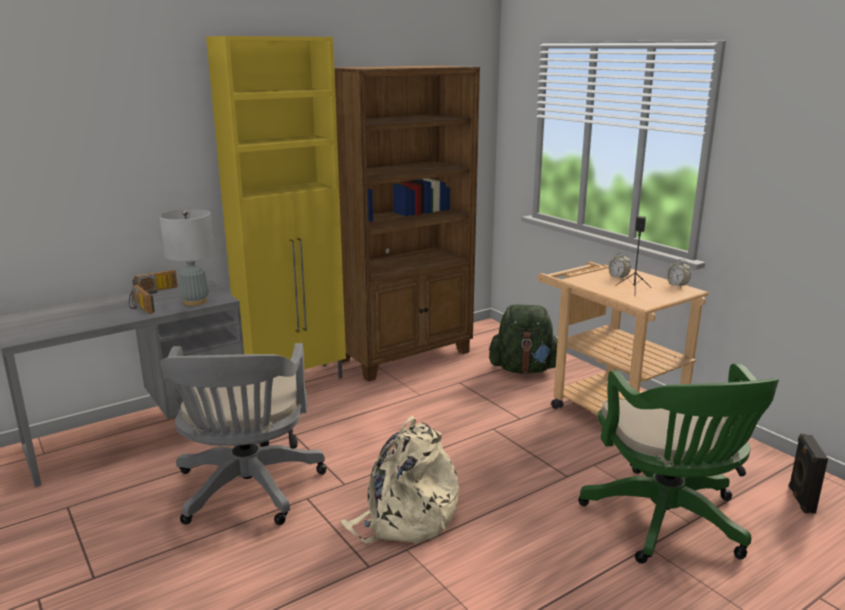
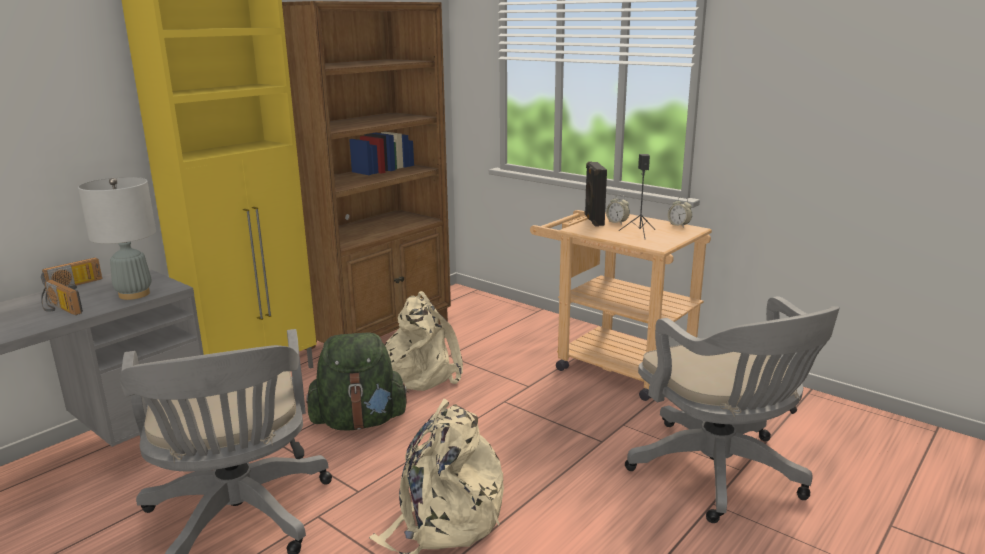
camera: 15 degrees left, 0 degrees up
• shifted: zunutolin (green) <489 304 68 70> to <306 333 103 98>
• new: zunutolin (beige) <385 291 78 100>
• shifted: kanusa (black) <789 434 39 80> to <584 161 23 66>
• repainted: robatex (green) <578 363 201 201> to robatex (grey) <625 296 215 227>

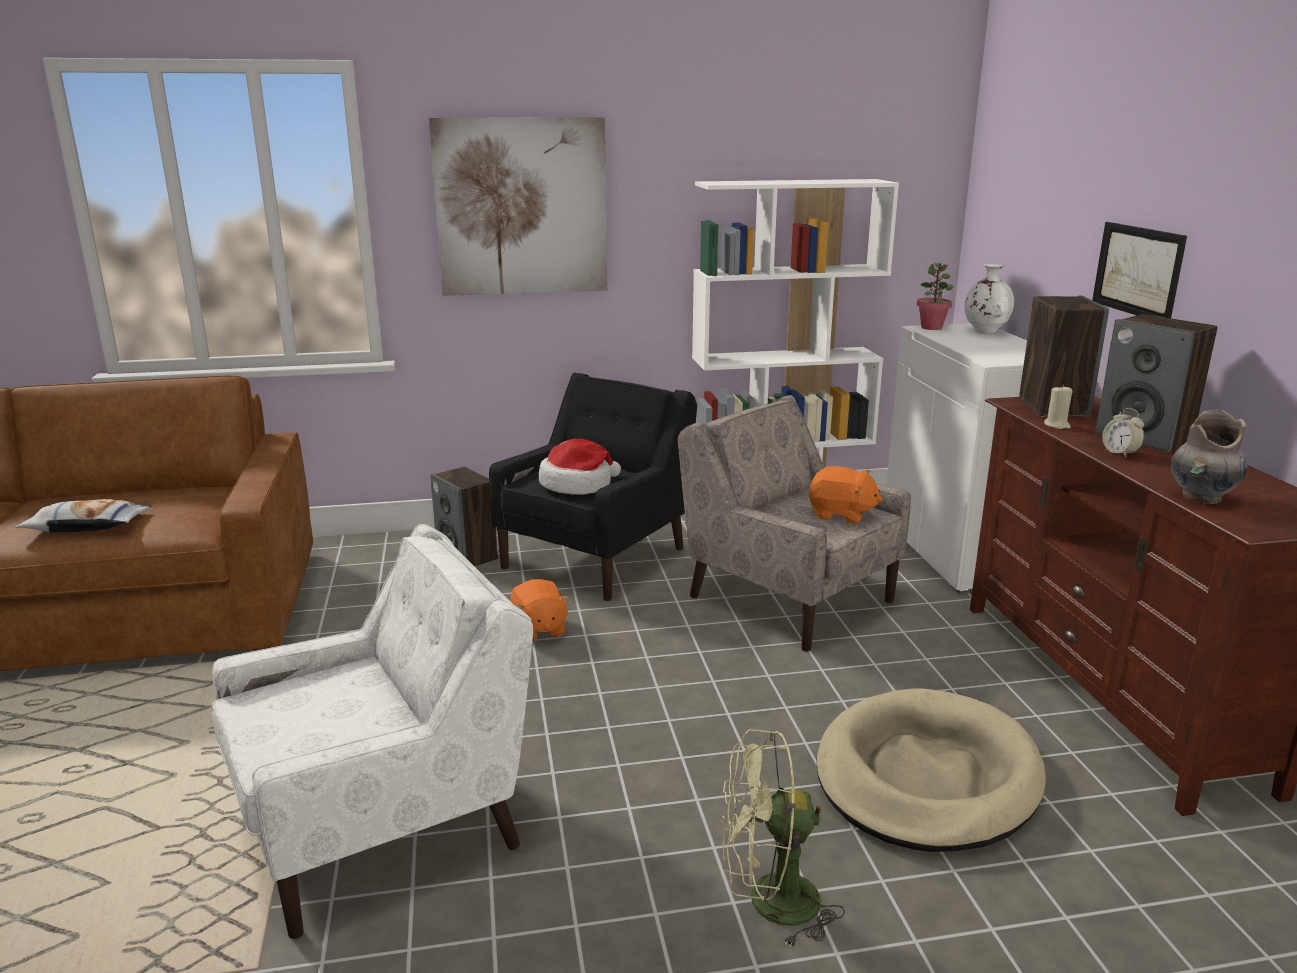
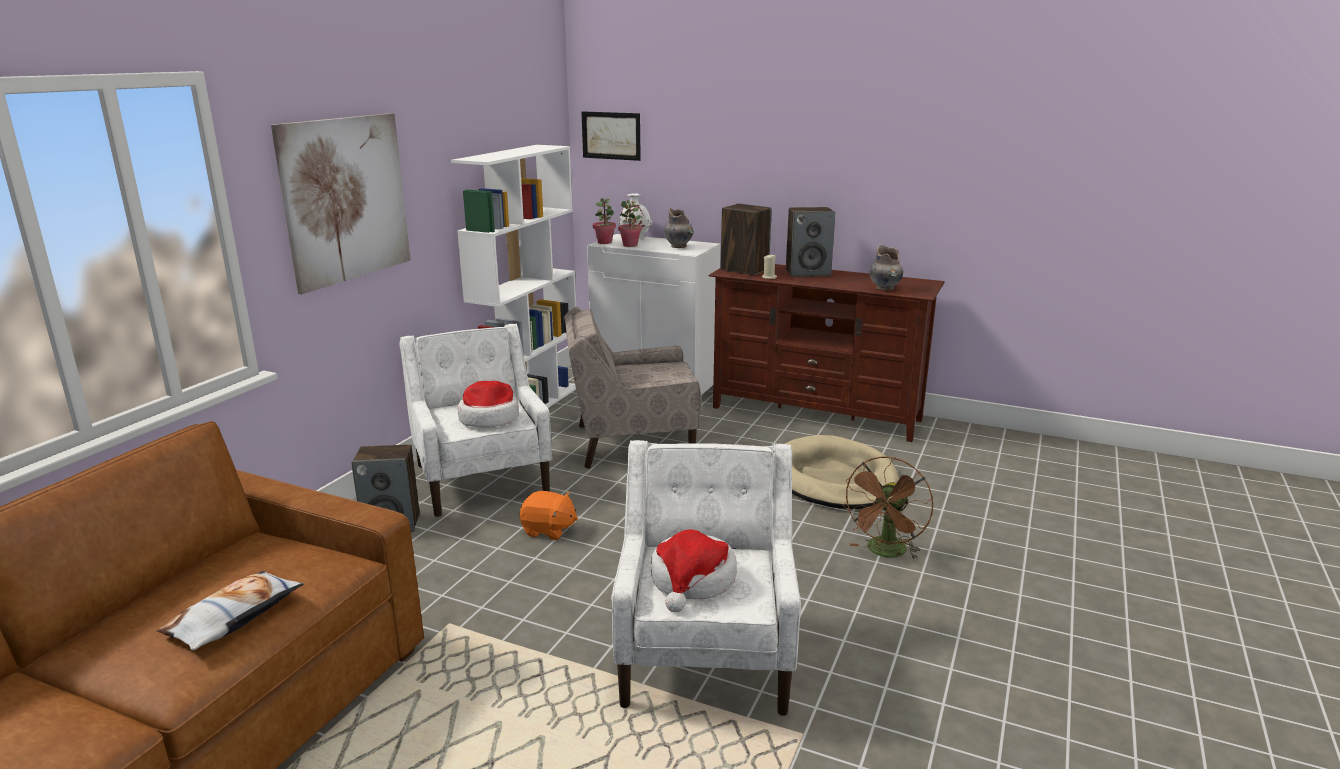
camera: 55 degrees left, 0 degrees up
• repainted: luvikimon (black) <489 372 208 229> to luvikimon (white) <400 324 152 193>
• shifted: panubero <1092 222 95 96> to <582 111 59 50>
• new: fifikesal <618 200 24 47>
• new: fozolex <651 529 86 84>
• new: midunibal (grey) <664 208 30 40>
• repainted: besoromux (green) <720 729 125 219> to besoromux (brown) <842 456 91 104>
• gone: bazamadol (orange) <809 466 74 58>
• gone: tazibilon <1102 408 42 50>

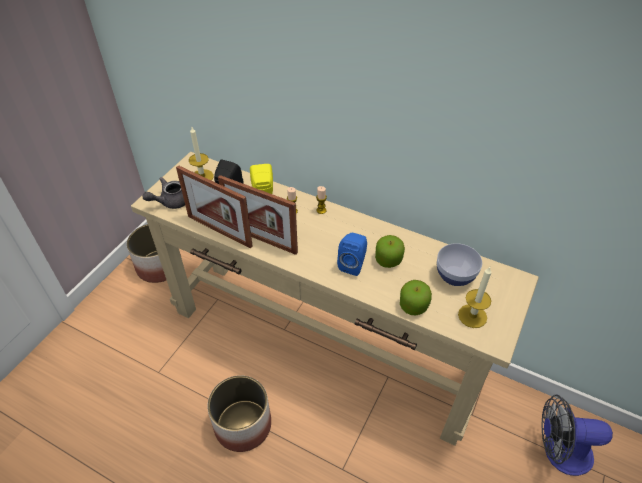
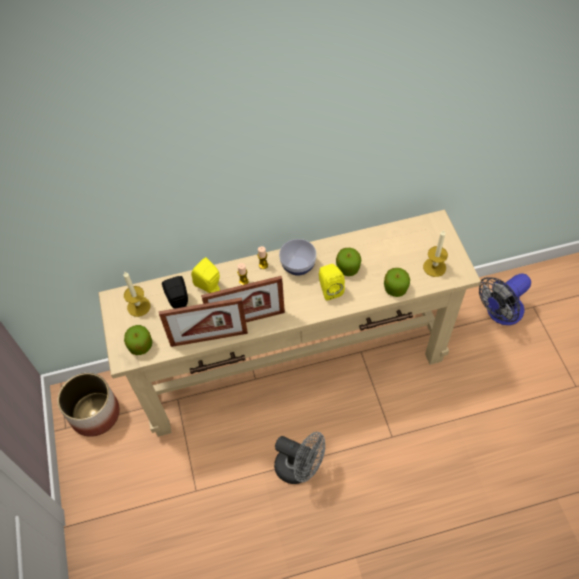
camera: 40 degrees left, 10 degrees up
• swapped: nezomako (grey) <143 177 42 32> to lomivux <124 325 28 30>
• swapped: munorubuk <207 375 64 77> to besoromux (grey) <274 432 51 52>
• shifted: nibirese <437 243 45 43> to <279 239 37 37>
• repainted: kanusa (blue) <337 233 30 43> to kanusa (yellow) <319 264 26 37>

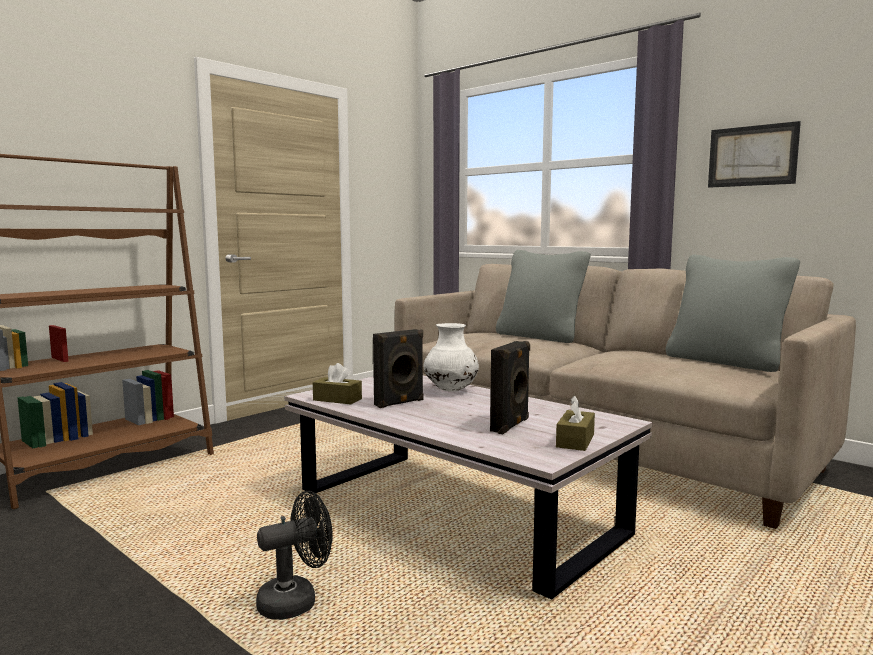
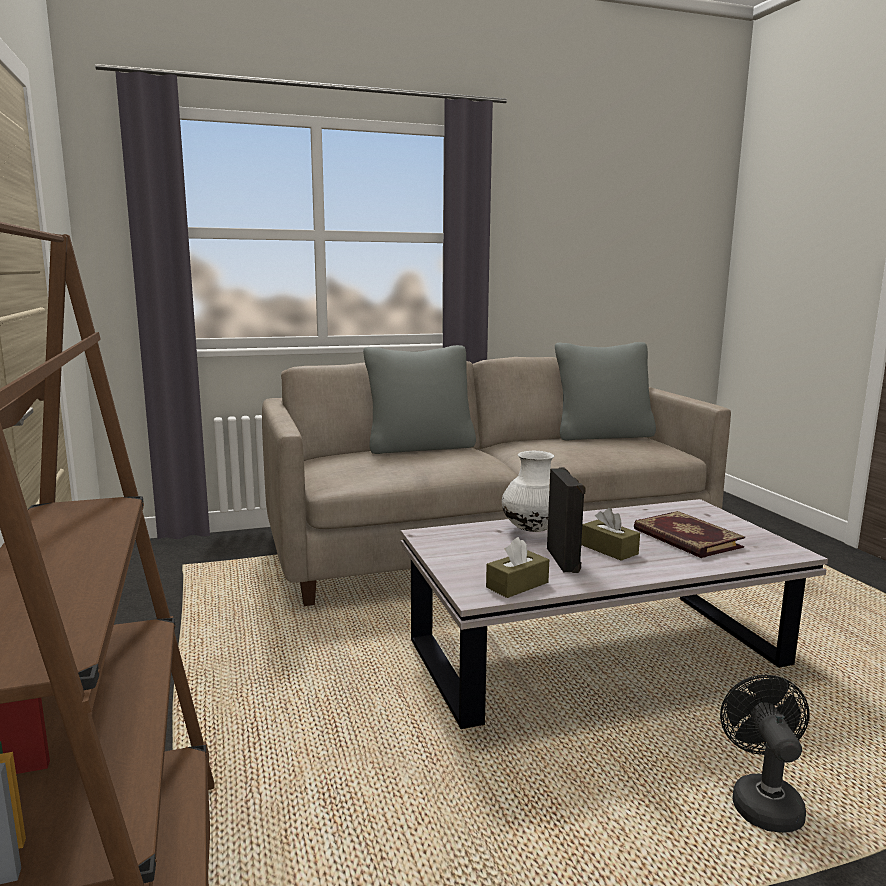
camera: 60 degrees left, 5 degrees up
• shifted: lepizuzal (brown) <556 395 39 56> to <581 508 59 53>
• swapped: kanusa (black) <490 341 40 93> to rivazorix <634 511 111 47>
• gone: panubero <708 121 93 67>

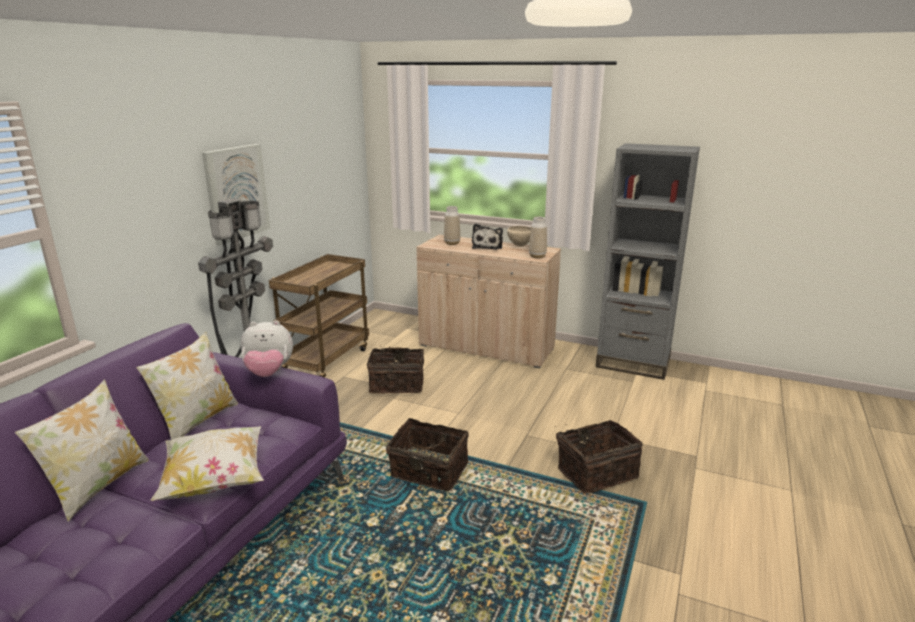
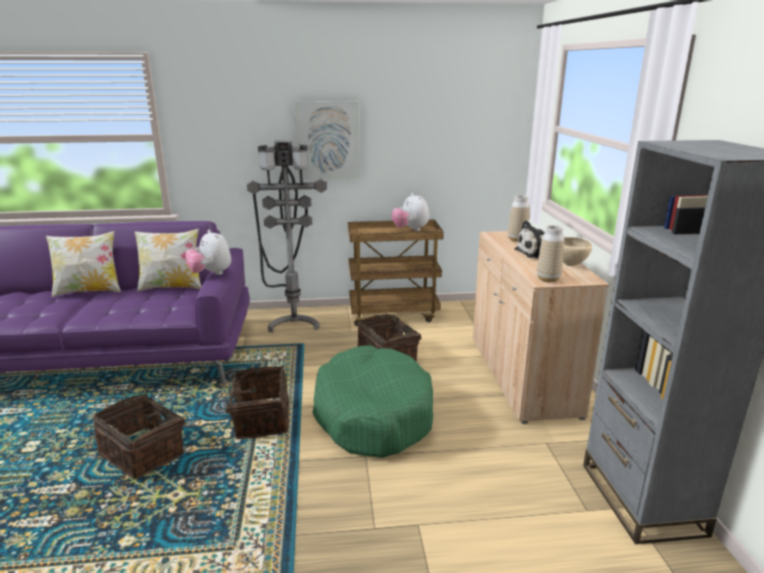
camera: 60 degrees right, 0 degrees up
• shifted: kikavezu <555 420 88 74> to <93 394 92 85>
• new: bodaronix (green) <312 346 121 112>
• new: bazamadol <392 193 37 38>
• gone: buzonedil <151 426 113 75>

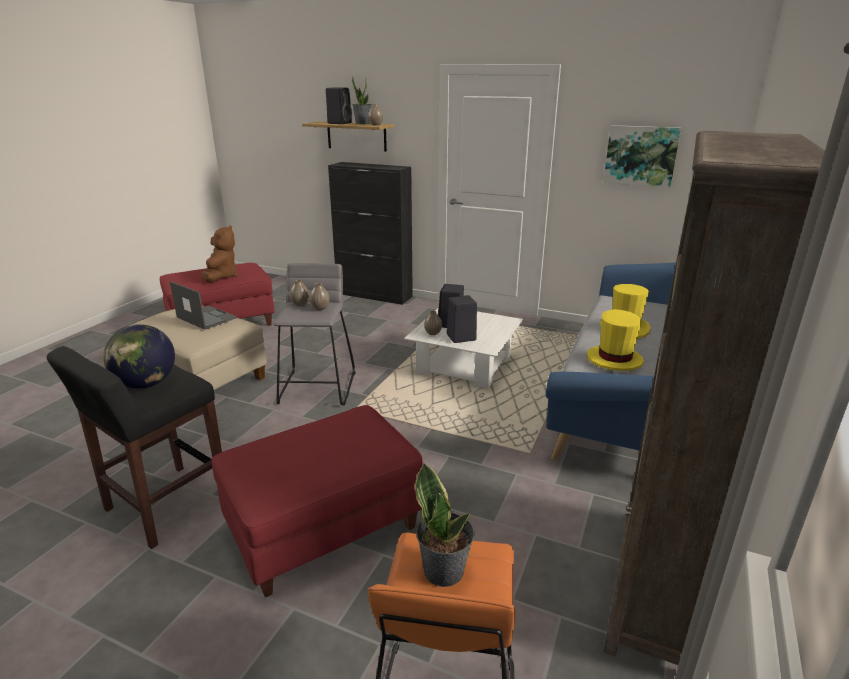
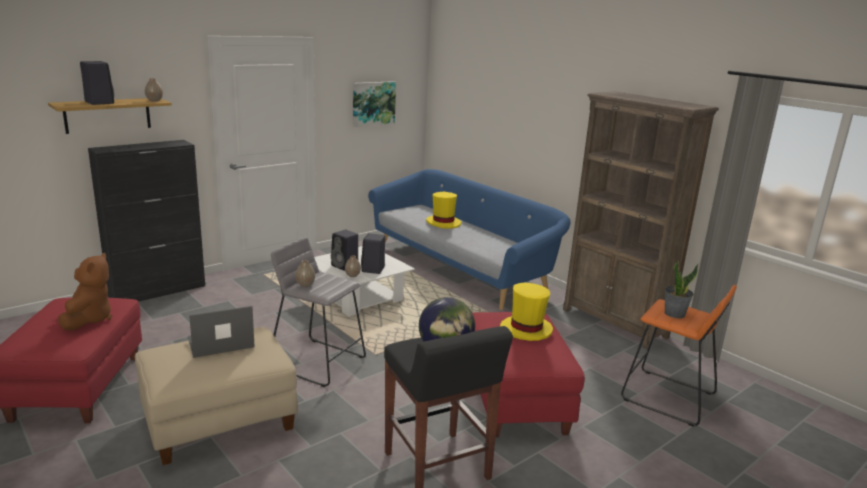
camera: 65 degrees left, 5 degrees down
• rotated: bazamadol (brown) <201 225 37 57> = <58 253 54 78> 60 degrees clockwise
• shifted: fozolex (yellow) <587 309 57 62> to <500 283 53 58>
• gone: midunibal <310 283 19 27>
• gone: fifikesal <352 76 20 48>

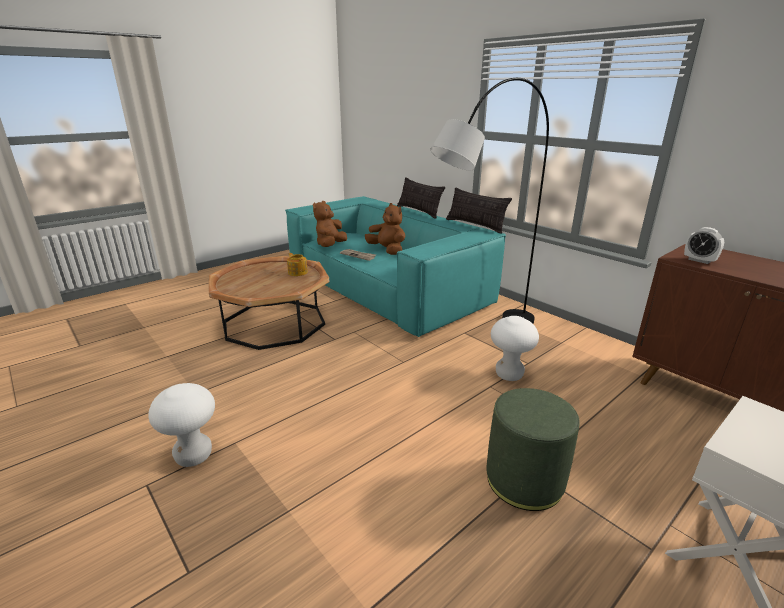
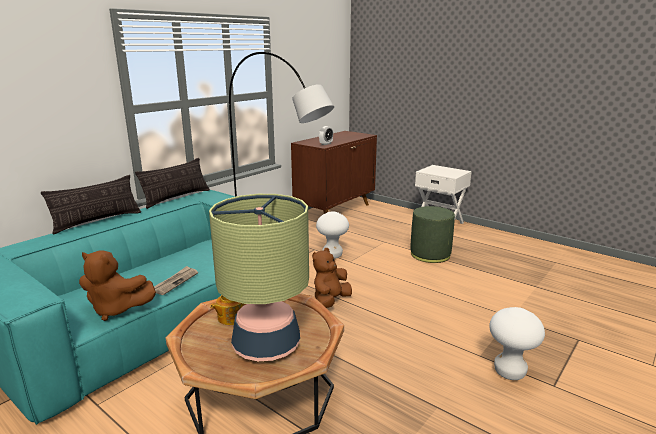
camera: 100 degrees left, 5 degrees down
• new: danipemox <209 194 100 167>
• shifted: bazamadol (brown) <365 203 40 52> to <312 248 40 60>

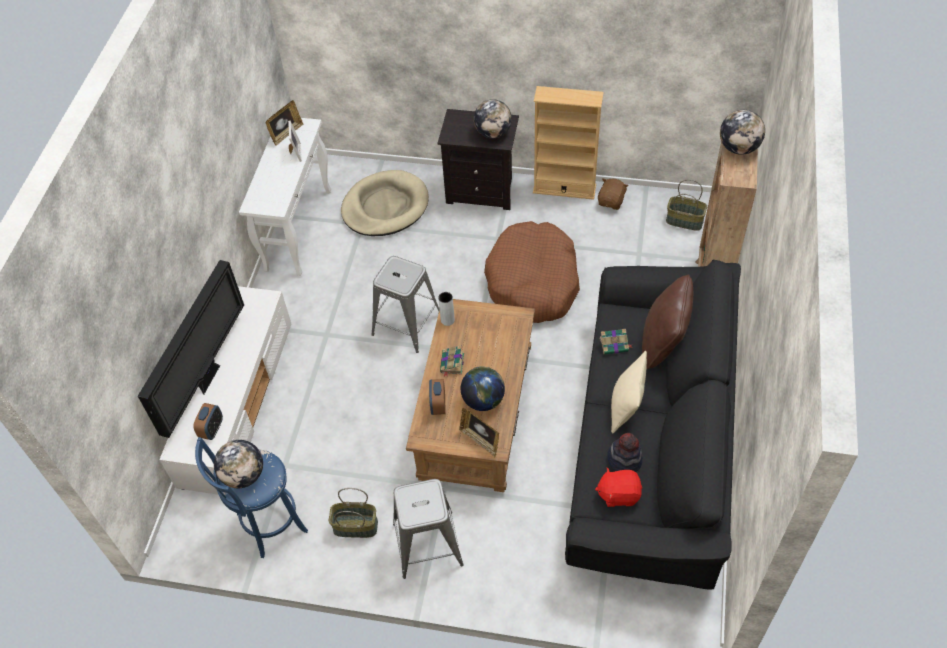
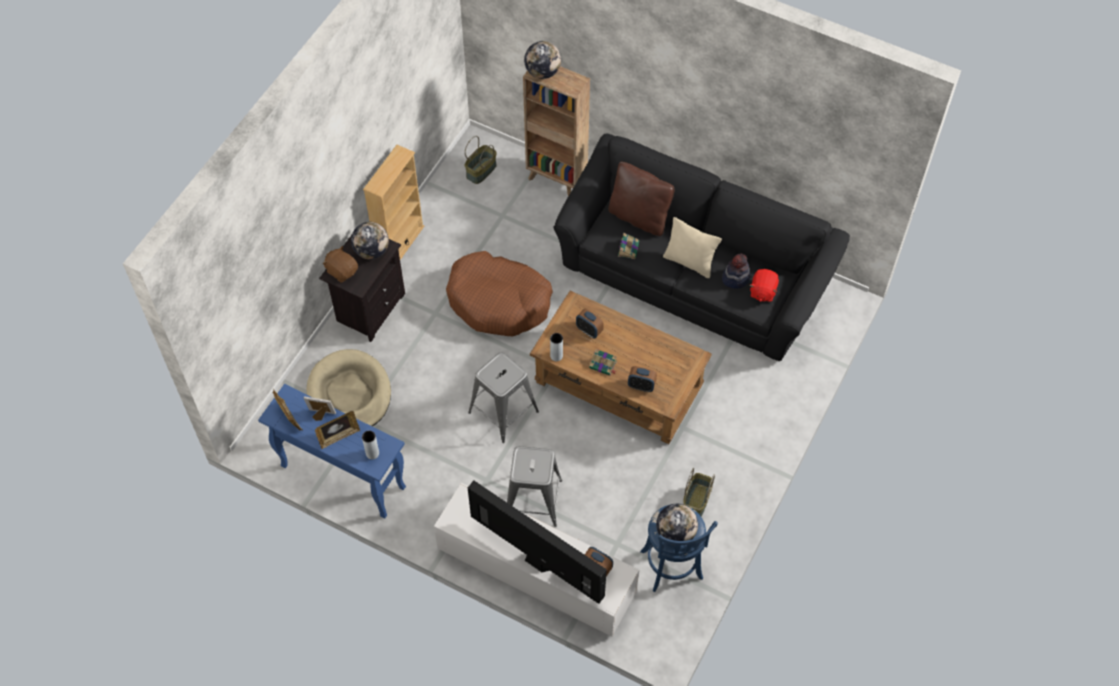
camera: 75 degrees left, 5 degrees up
• repainted: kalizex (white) <239 118 92 158> to kalizex (blue) <258 384 148 135>
• shifted: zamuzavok <459 408 40 50> to <315 411 45 38>
• shifted: bazamadol (brown) <598 178 31 32> to <323 246 35 37>
• new: midunibal (grey) <362 431 17 28>
• shifted: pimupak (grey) <393 479 71 100> to <507 446 55 81>
• new: tazibilon <576 309 28 30>
• gone: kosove <461 366 44 45>

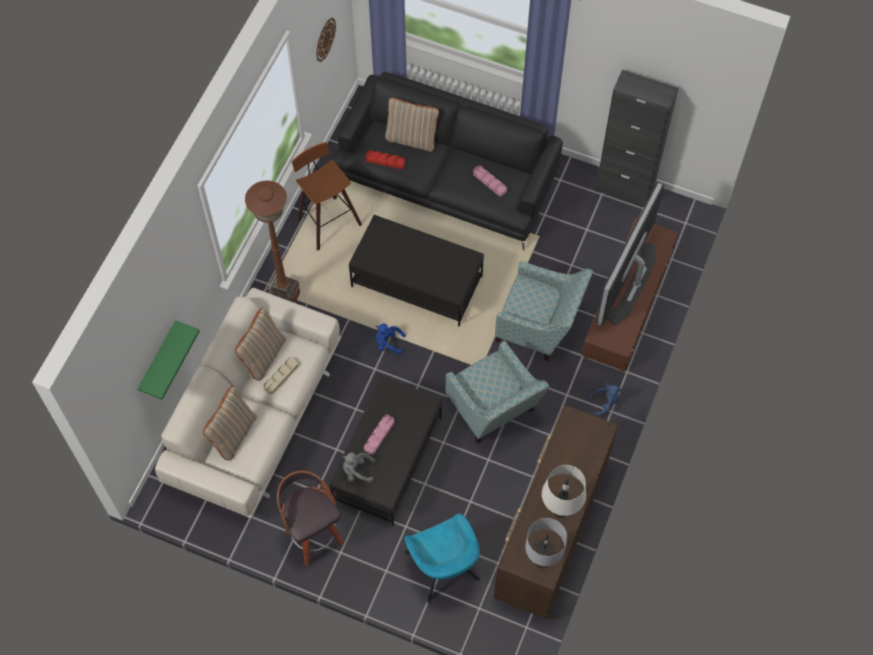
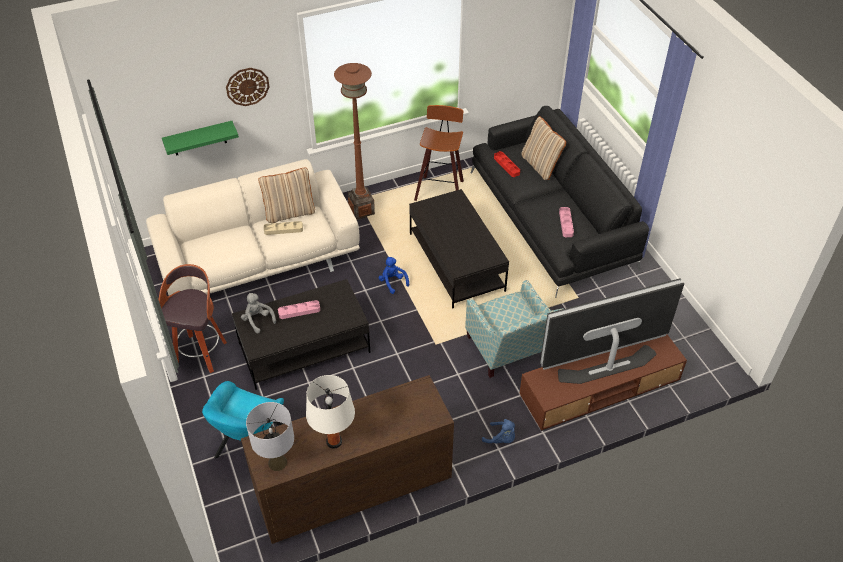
camera: 45 degrees right, 15 degrees down
• shifted: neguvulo <316 18 20 44> to <226 68 43 38>
• gone: buzonedil (beige) <203 386 54 75>
• gone: luvikimon <446 341 103 103>
• gone: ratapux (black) <595 70 84 137>

